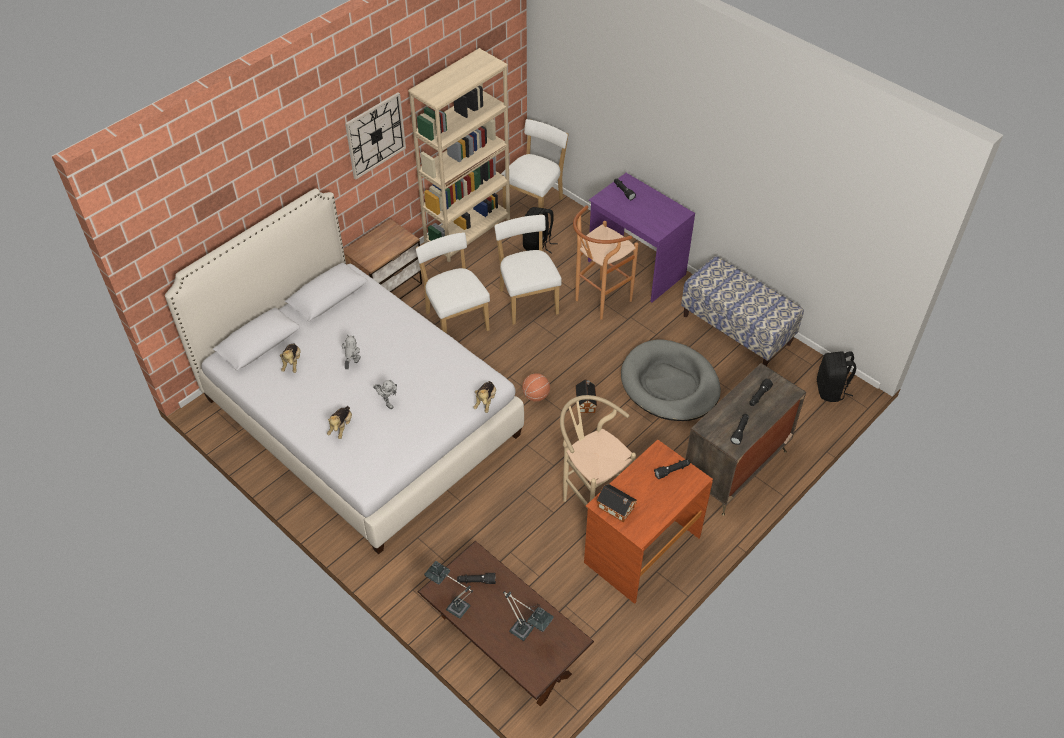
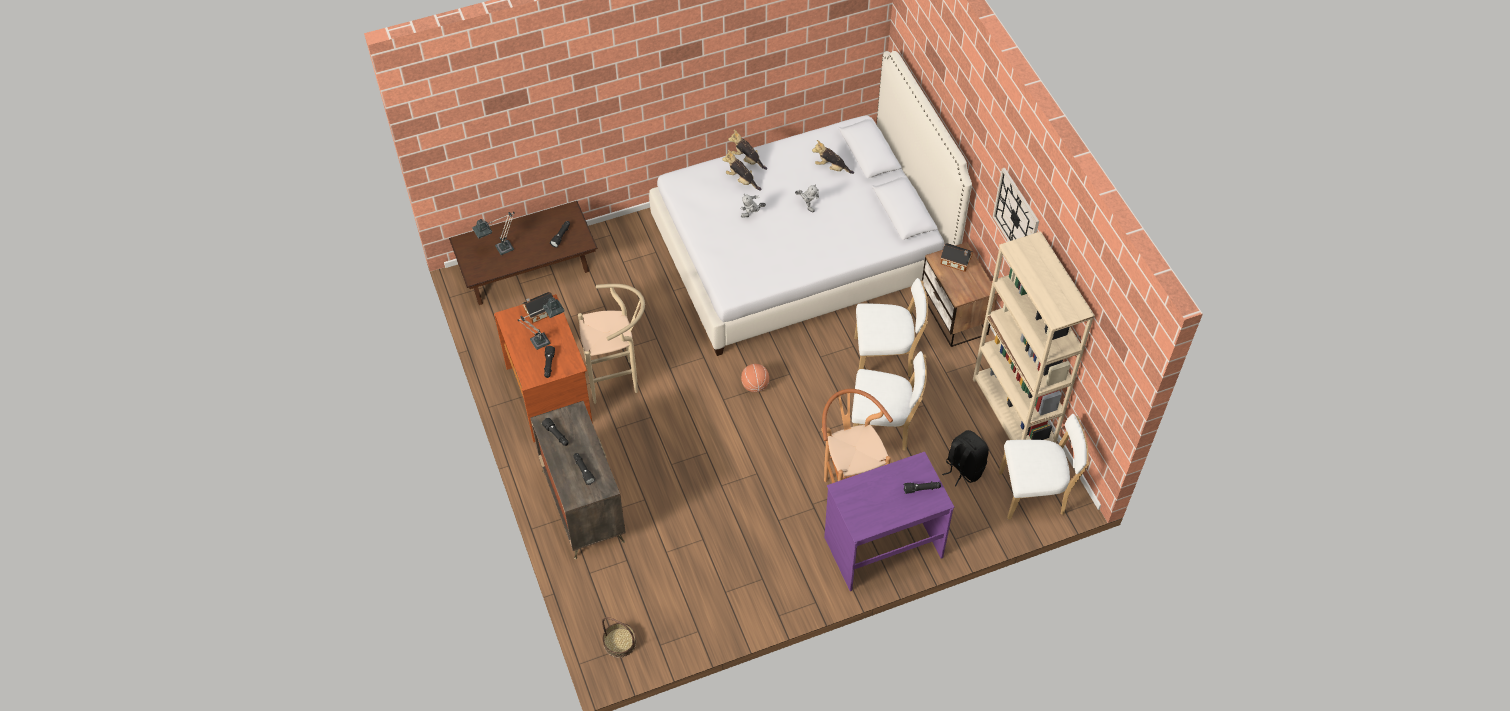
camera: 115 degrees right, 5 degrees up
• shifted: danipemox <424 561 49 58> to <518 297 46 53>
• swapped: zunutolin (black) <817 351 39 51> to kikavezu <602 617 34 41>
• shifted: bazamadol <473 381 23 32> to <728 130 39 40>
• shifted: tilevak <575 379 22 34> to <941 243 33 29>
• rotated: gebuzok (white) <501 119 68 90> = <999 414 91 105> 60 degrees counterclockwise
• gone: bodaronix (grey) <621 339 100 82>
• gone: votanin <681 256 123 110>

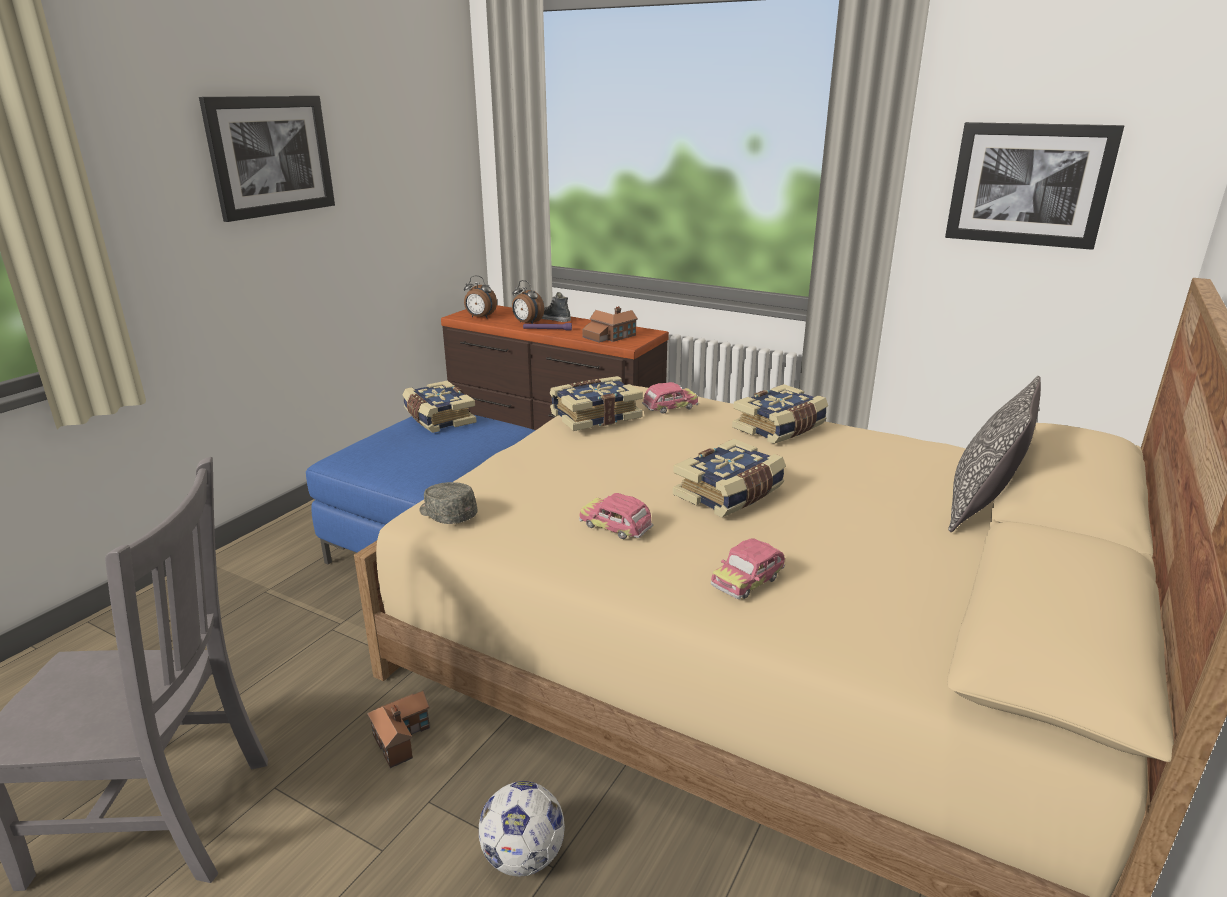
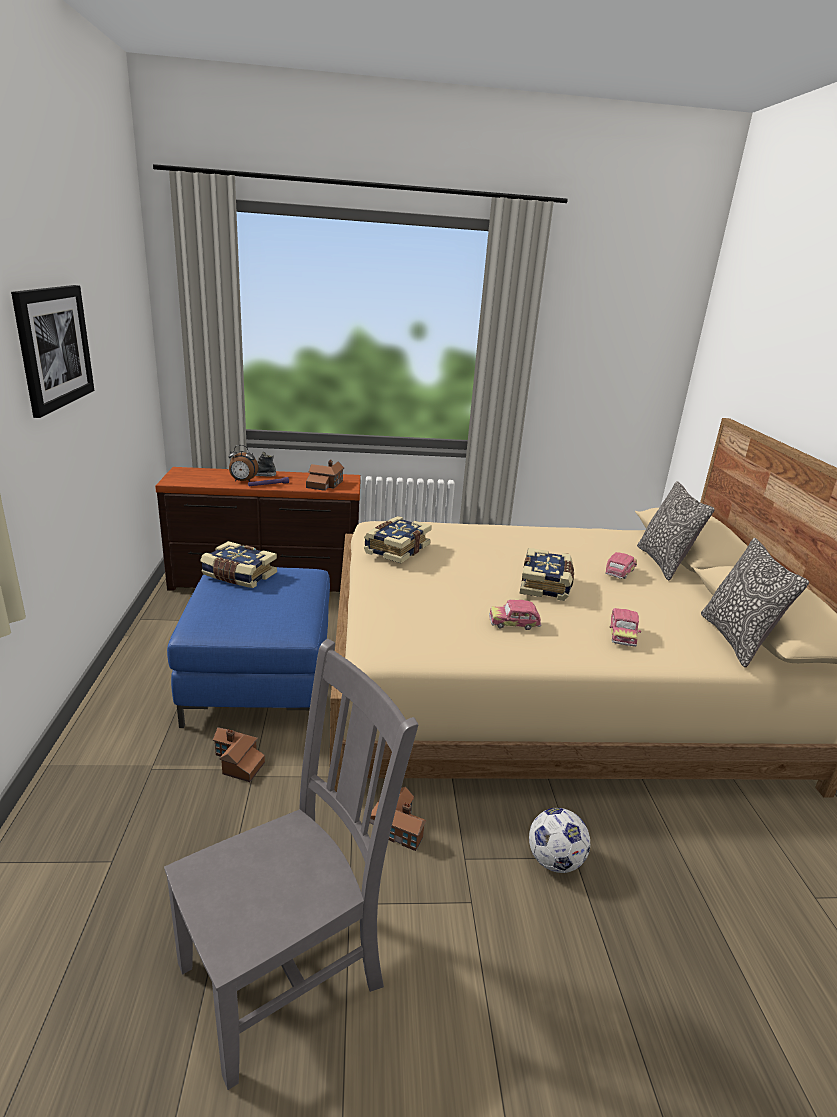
camera: 35 degrees left, 0 degrees up
• new: tilevak <213 727 52 55>
• shifted: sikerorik <642 382 57 32> to <605 552 32 27>
• new: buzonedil <701 538 108 129>
• gone: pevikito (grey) <420 482 58 42>
• gone: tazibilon <464 276 33 43>
• gone: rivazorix <732 384 96 60>
• gone: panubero <945 122 179 128>

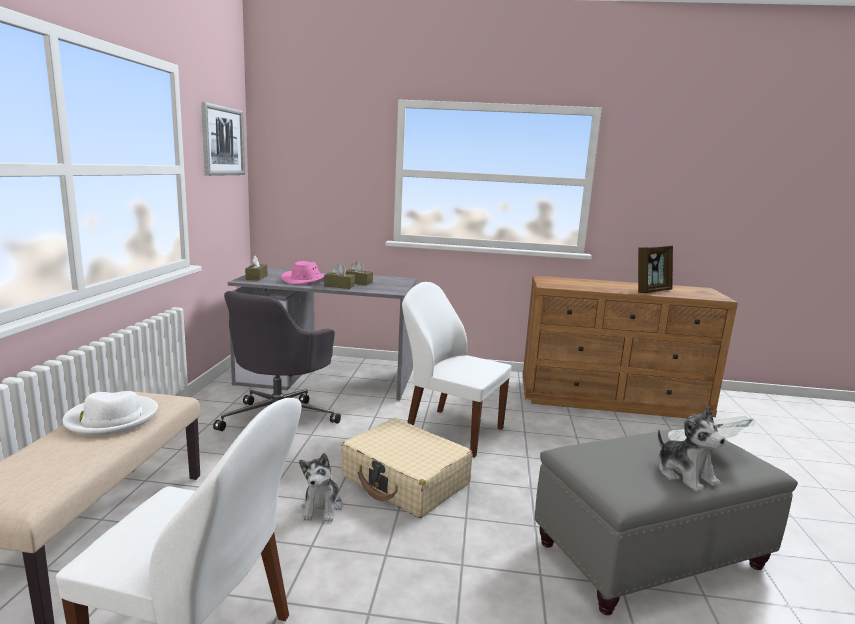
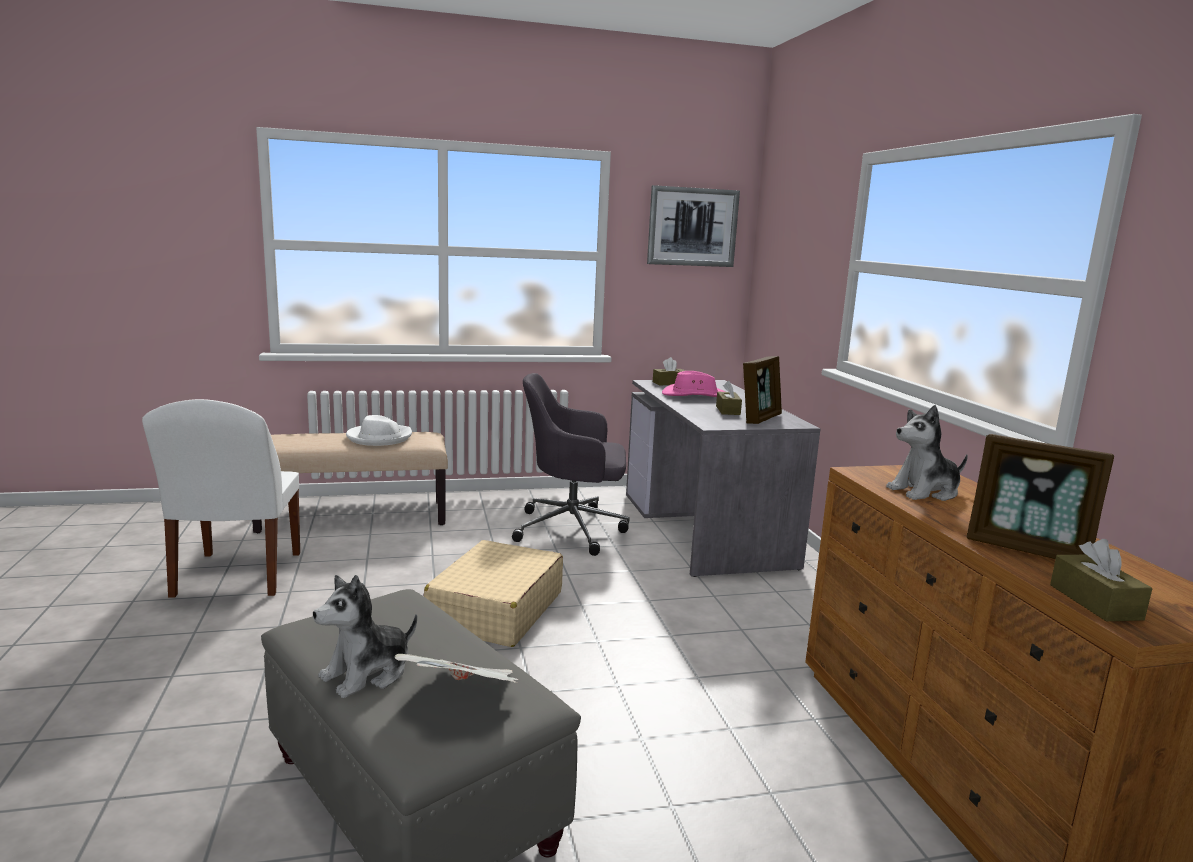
camera: 70 degrees right, 0 degrees up
• new: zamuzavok <743 356 39 68>
• shifted: bazamadol <299 453 43 69> to <886 405 82 96>
• shifted: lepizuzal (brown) <324 263 31 26> to <1050 539 103 82>
• gone: gebuzok (white) <402 282 110 176>

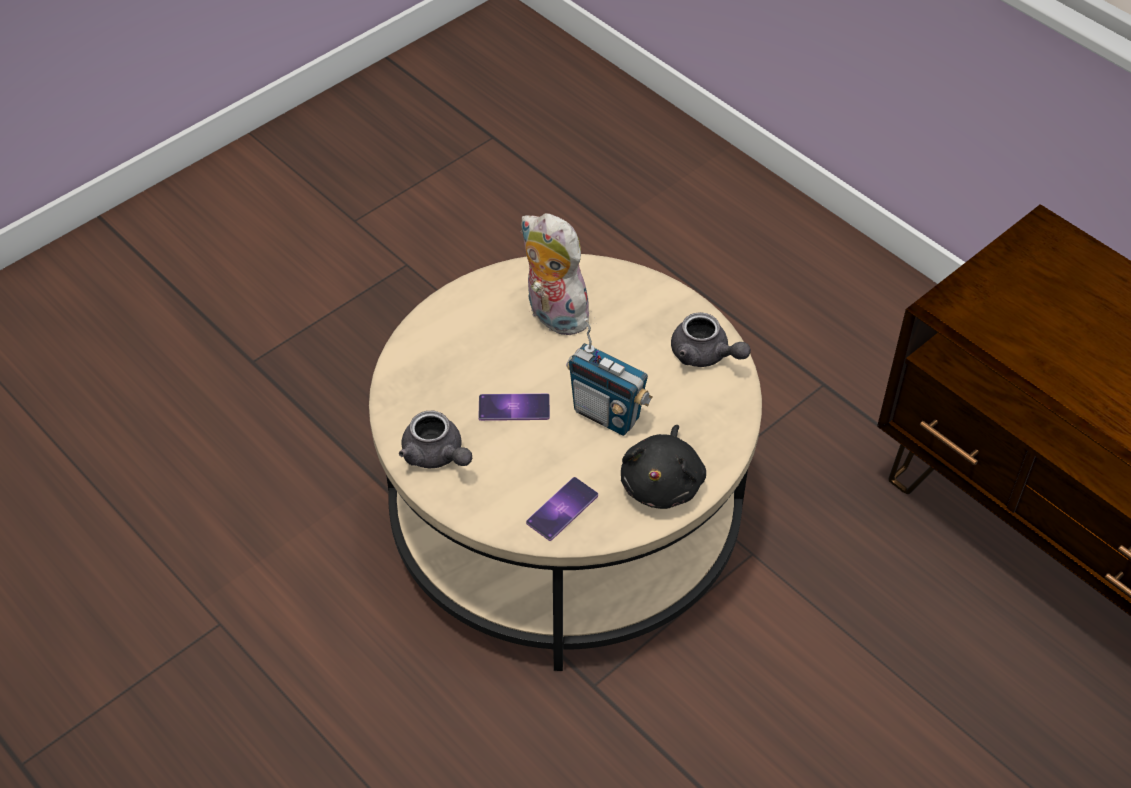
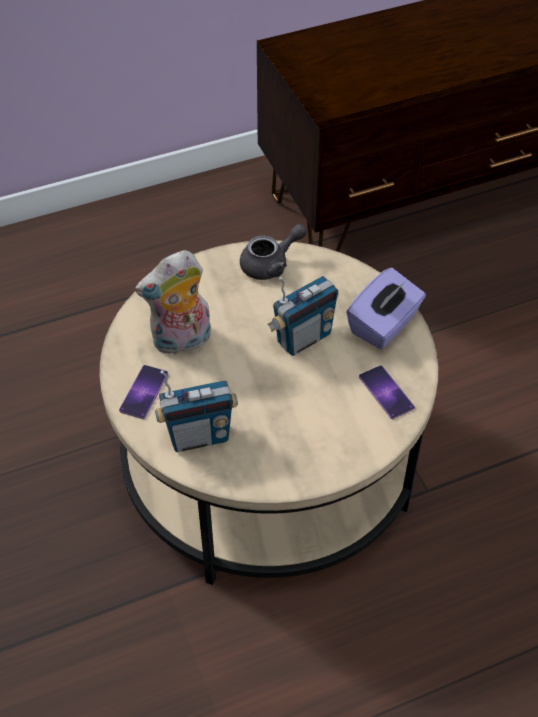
camera: 70 degrees left, 0 degrees up
• shifted: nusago <478 393 72 28> to <119 365 49 54>
• new: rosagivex <155 370 83 82>
• swapped: bazamadol (black) <621 425 85 84> to lepizuzal (purple) <346 267 80 83>
• gone: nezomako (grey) <399 411 73 57>

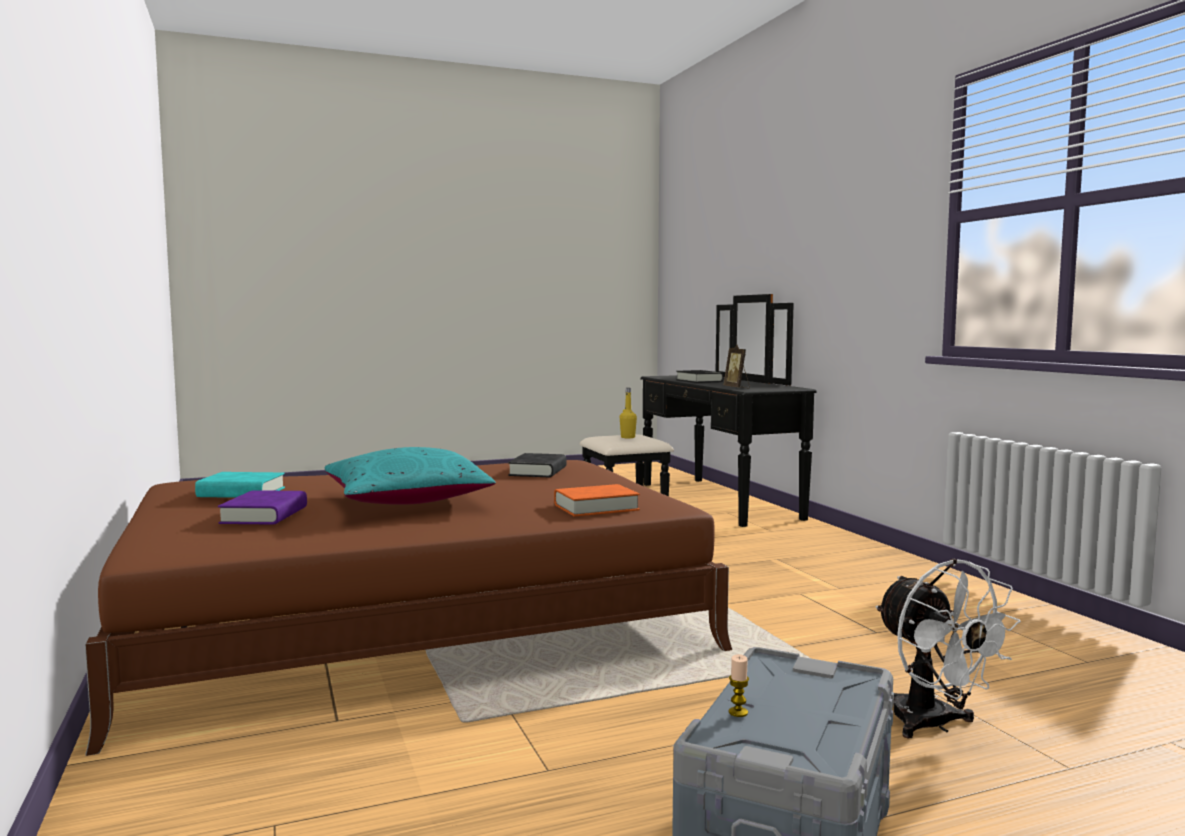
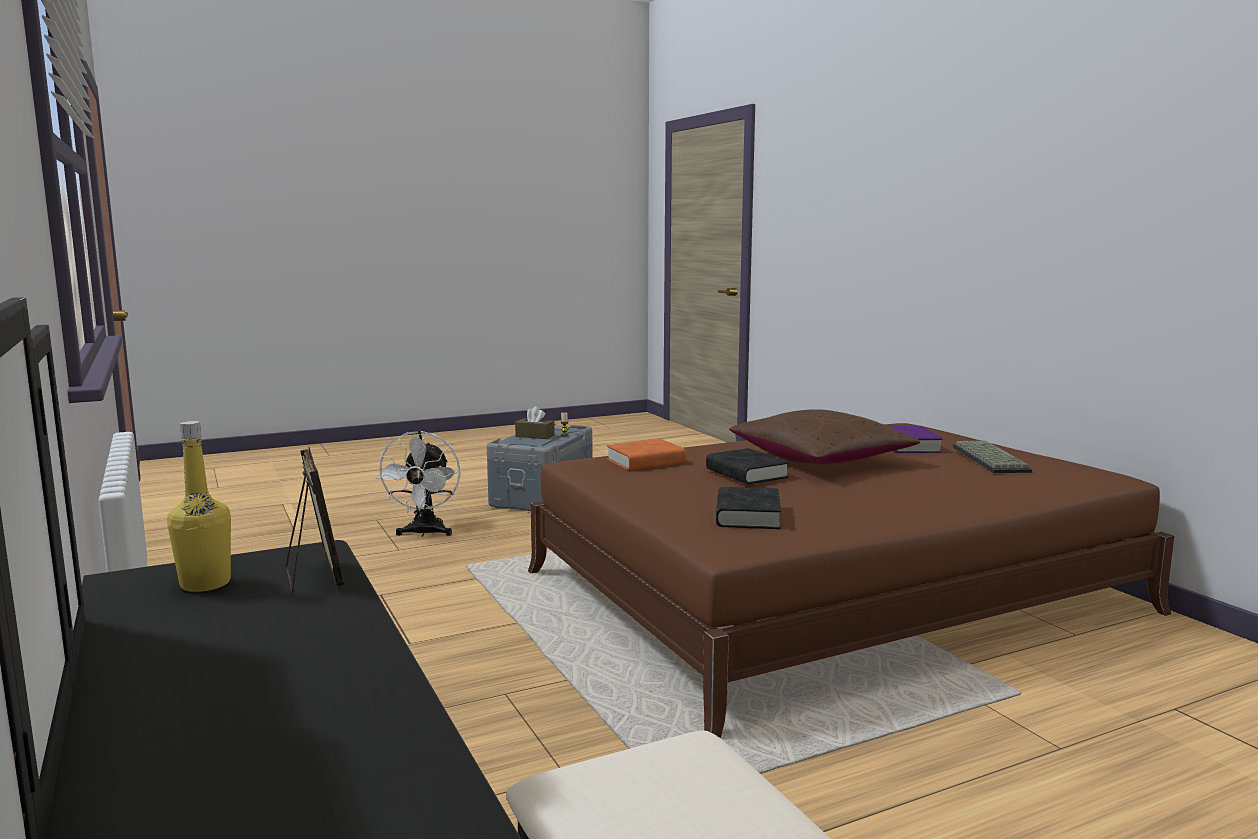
camera: 175 degrees right, 5 degrees up
• shifted: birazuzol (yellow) <620 388 17 50> to <167 421 64 171>
• rotated: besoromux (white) <875 559 146 179> = <375 431 86 106> 150 degrees counterclockwise
• new: lepizuzal (brown) <515 407 40 32>
• shifted: rivazorix (black) <676 370 48 13> to <706 448 83 36>
• repainted: buzonedil (turquoise) <325 447 171 58> to buzonedil (brown) <729 409 191 55>
• swapped: rivazorix (turquoise) <195 472 90 26> to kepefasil <953 441 79 32>

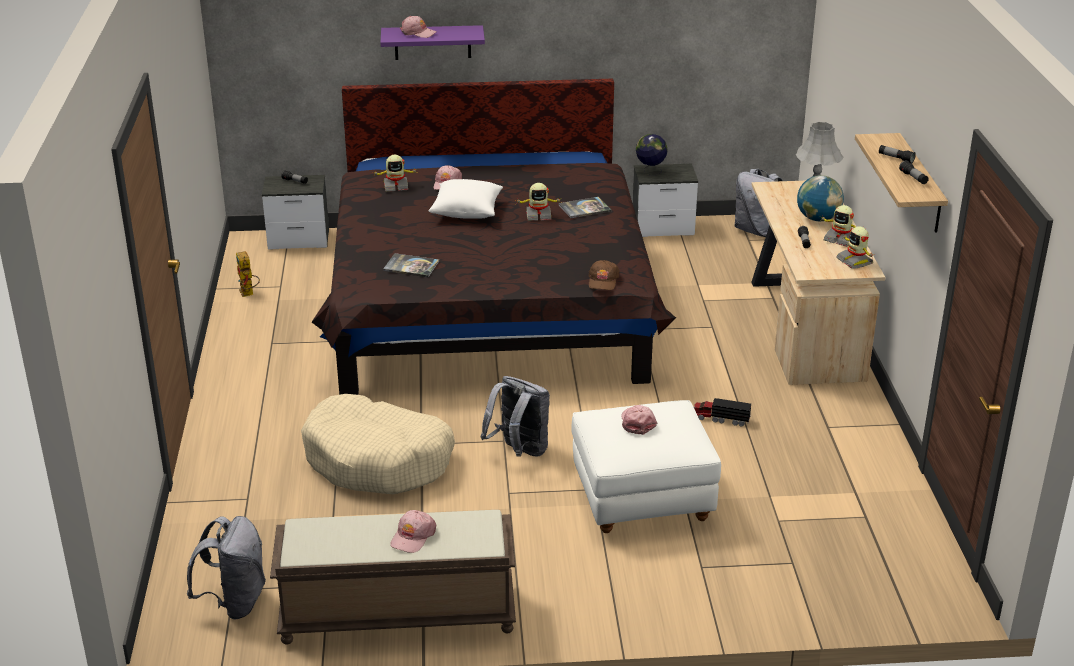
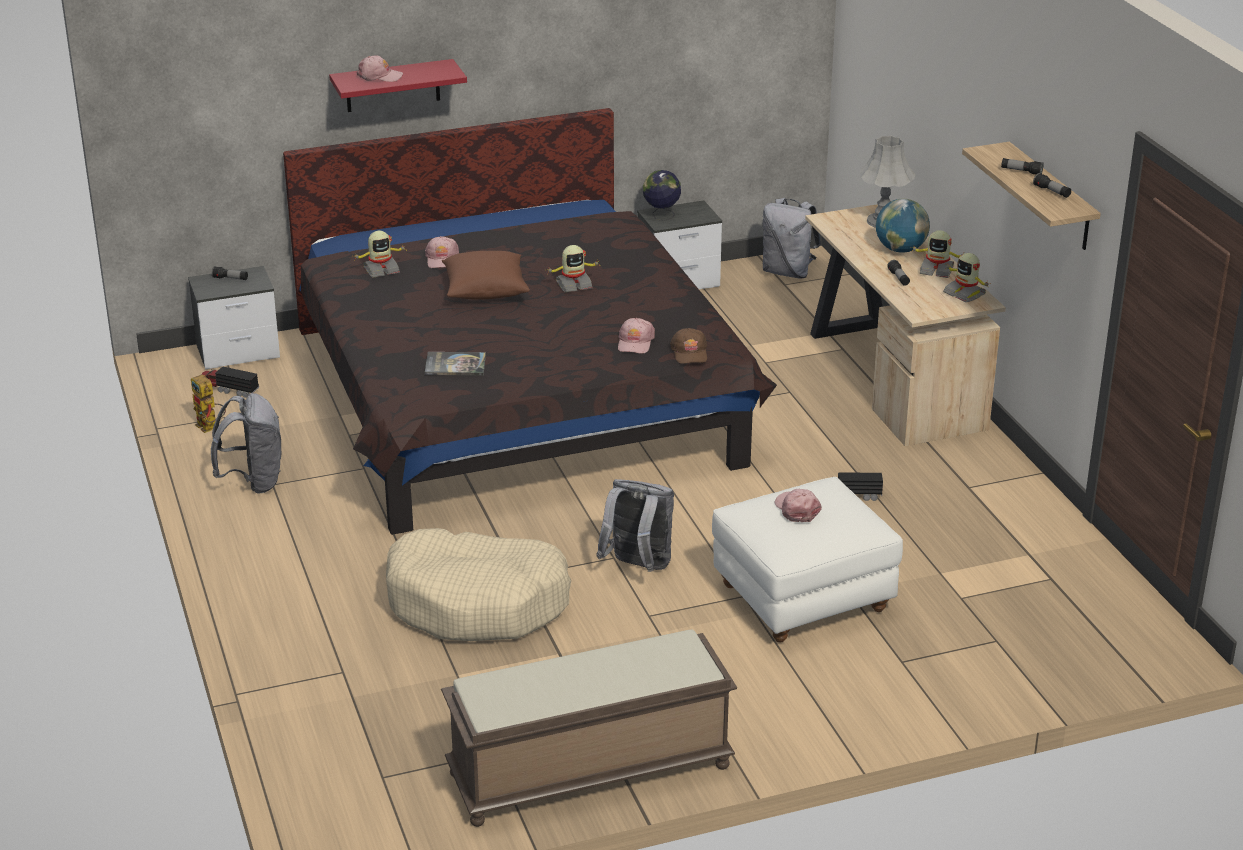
camera: 15 degrees left, 0 degrees up
• new: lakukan <201 366 58 32>
• shifted: zunutolin (grey) <187 516 79 103> to <211 393 70 100>
• repainted: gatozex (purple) <380 25 105 35> to gatozex (red) <329 59 138 53>
• repainted: buzonedil (white) <429 179 74 40> to buzonedil (brown) <442 251 88 49>
• shifted: pevikito (pink) <390 510 47 43> to <618 318 37 35>
• gone: rivazorix <558 197 54 21>

